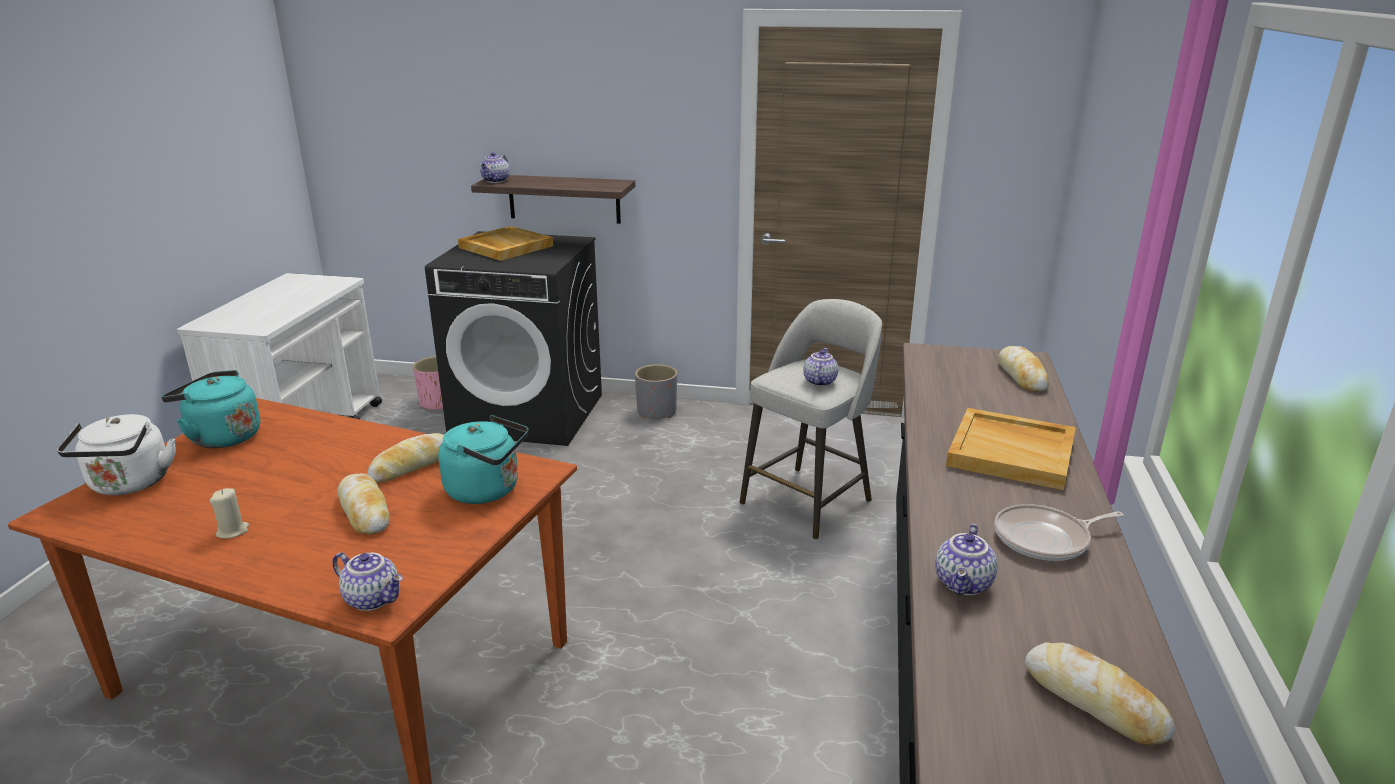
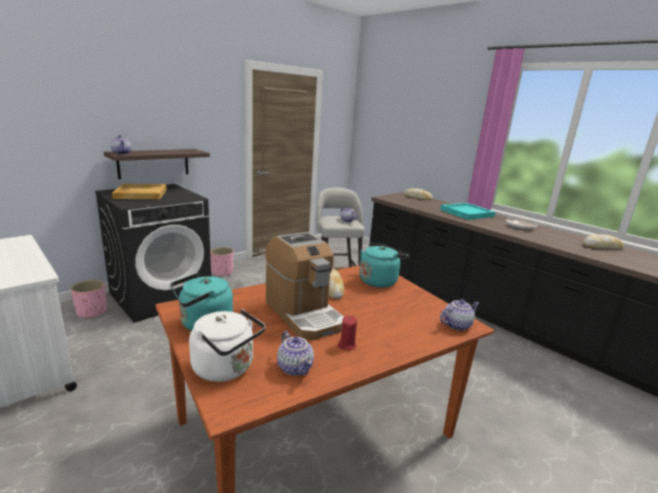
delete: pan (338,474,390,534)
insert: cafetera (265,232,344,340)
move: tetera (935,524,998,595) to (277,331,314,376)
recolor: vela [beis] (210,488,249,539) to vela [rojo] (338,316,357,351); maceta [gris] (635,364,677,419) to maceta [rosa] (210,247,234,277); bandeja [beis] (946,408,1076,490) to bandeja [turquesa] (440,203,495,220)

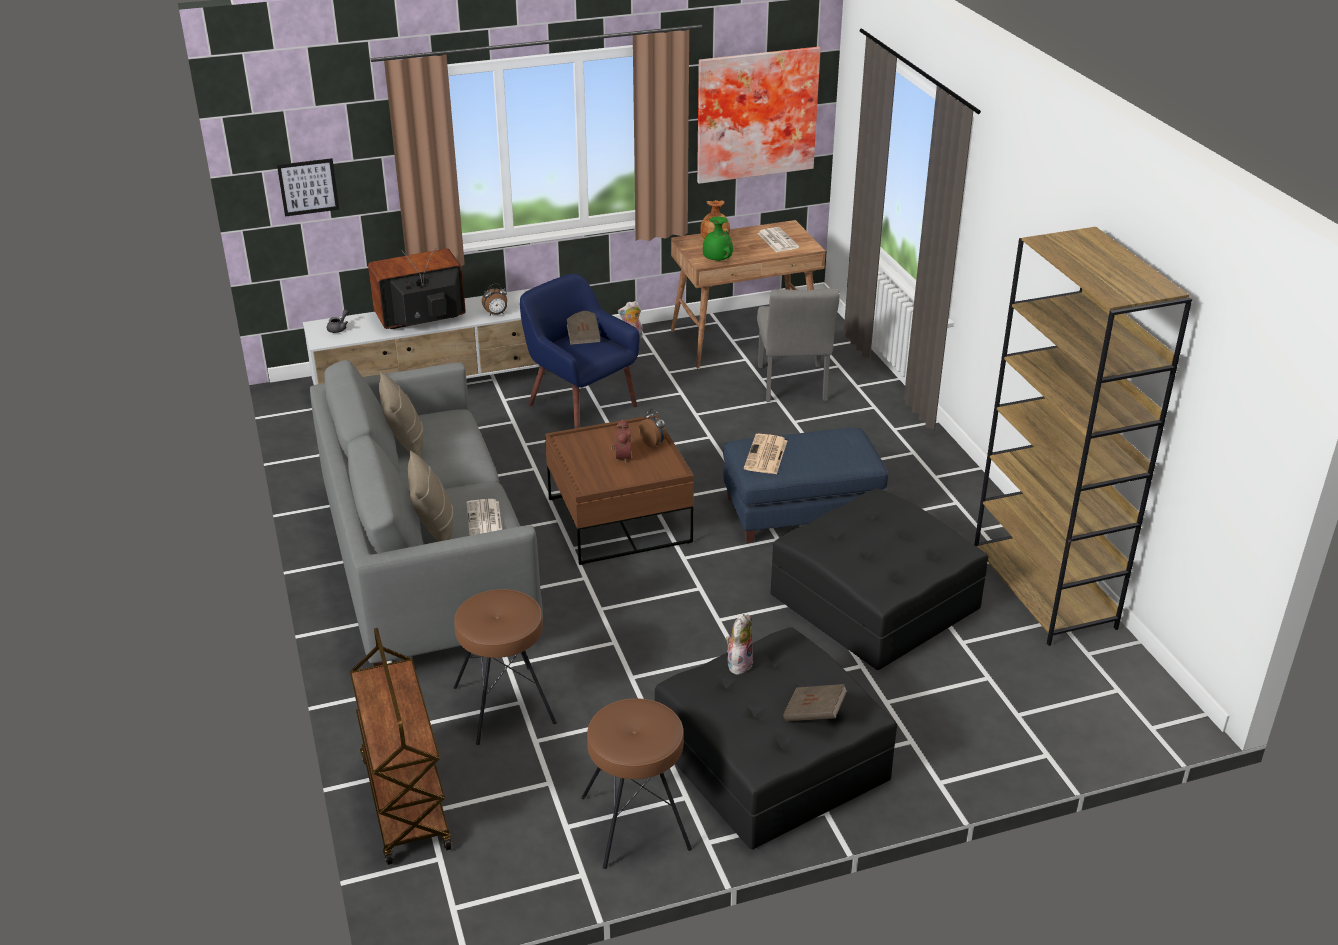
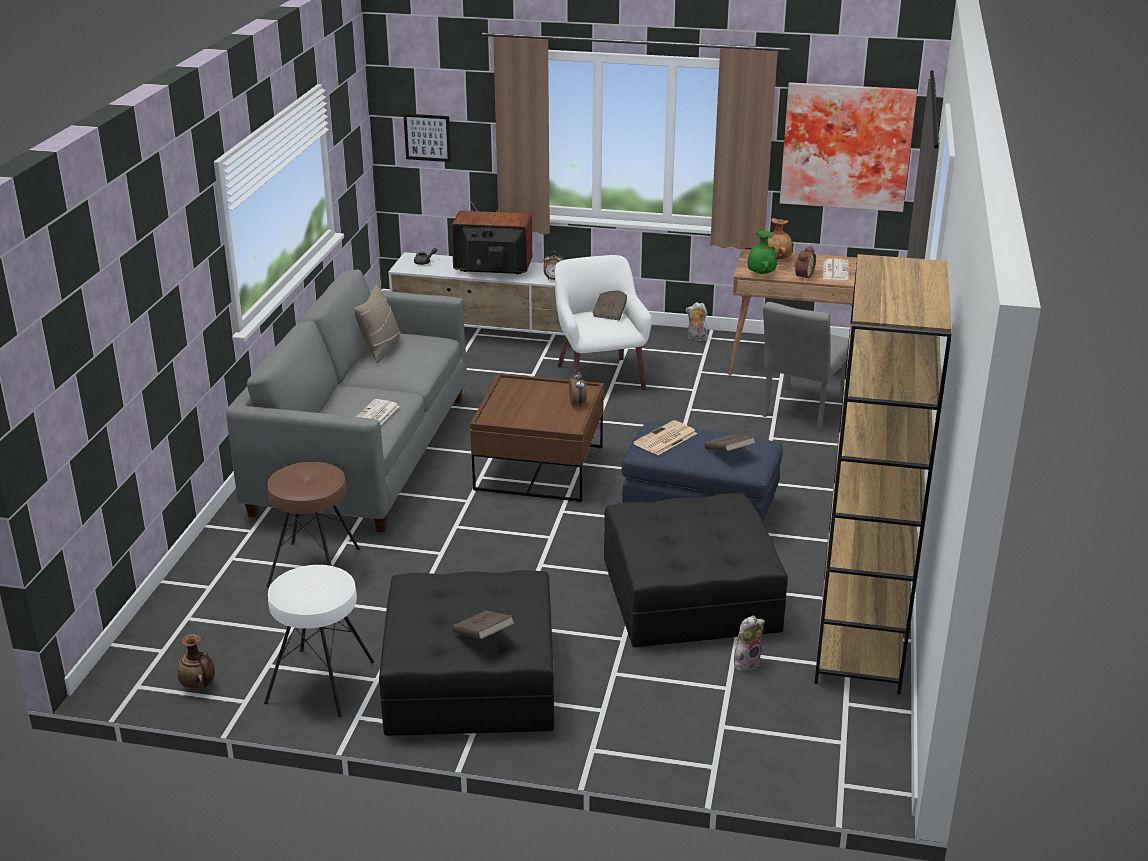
delete: carrito [marrón] (350,628,452,865); cojín [beis] (408,451,453,542)
insert: florero (178,634,215,690); libro [marrón] (704,435,756,451)
move: despertador (611,419,631,463) to (794,246,816,280); peluche (726,614,753,675) to (734,616,765,672)
recolor: sillón [azul] (520,274,640,428) to sillón [blanco] (555,255,652,390); taburete [marrón] (581,698,692,869) to taburete [blanco] (264,565,374,717)

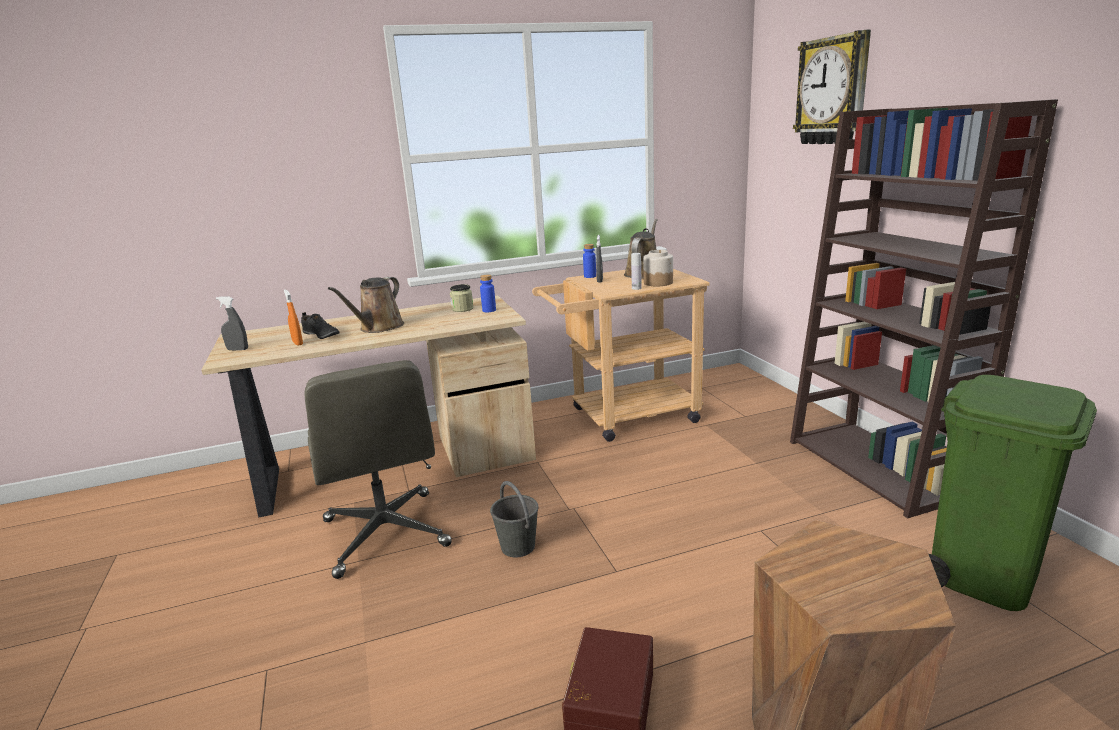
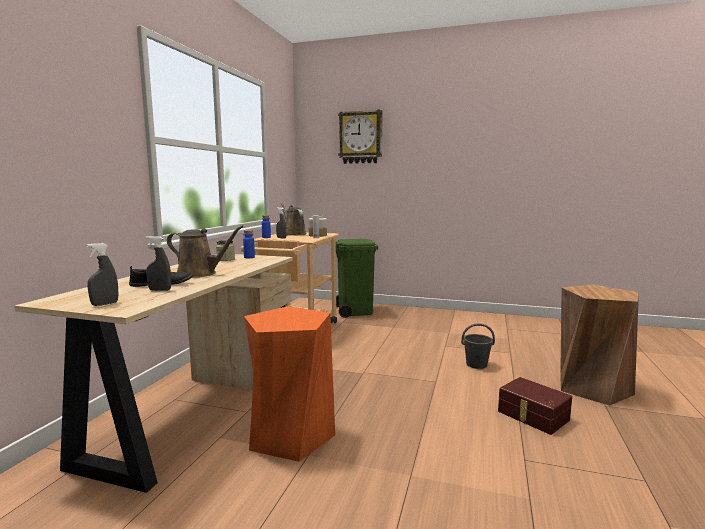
delete: estantería [marrón] (790,99,1058,518)
move: cubo [gris] (490,481,539,558) to (461,323,495,369); papelera [verde] (929,375,1097,611) to (336,239,378,318)
replace: silla de oficina [gris] (304,360,452,579) to taburete [naranja] (244,306,335,462)
recolor: pulverizador [naranja] (284,290,303,346) to pulverizador [gris] (146,236,171,291)
rotate: regadera [marrón] (328,277,404,333) = (167,226,243,278) 45 degrees counterclockwise

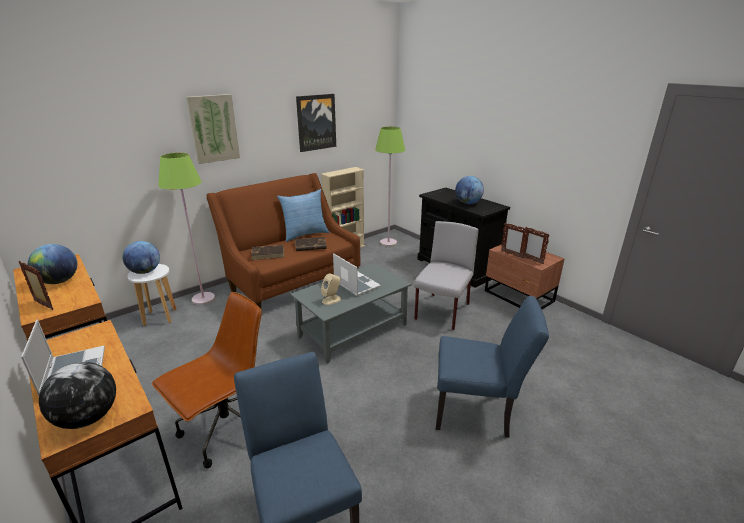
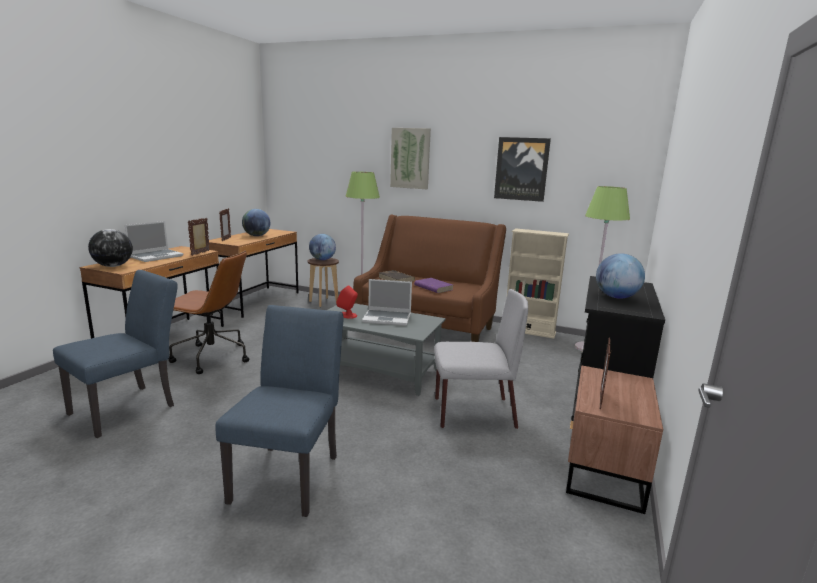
delete: cojín (277,189,329,242)
move: portarretratos (501,223,529,259) to (188,218,210,256)
recolor: taburete [blanco] (127,264,177,326) to taburete [marrón] (308,258,339,307); libro [marrón] (295,237,327,251) to libro [morado] (414,278,453,293); altavoz [beis] (321,273,341,305) to altavoz [rojo] (336,285,358,319)
rotate: portátil (333,253,381,296) = (362,279,412,326) 75 degrees clockwise; silla [azul] (436,296,549,438) = (215,305,343,517) 150 degrees counterclockwise

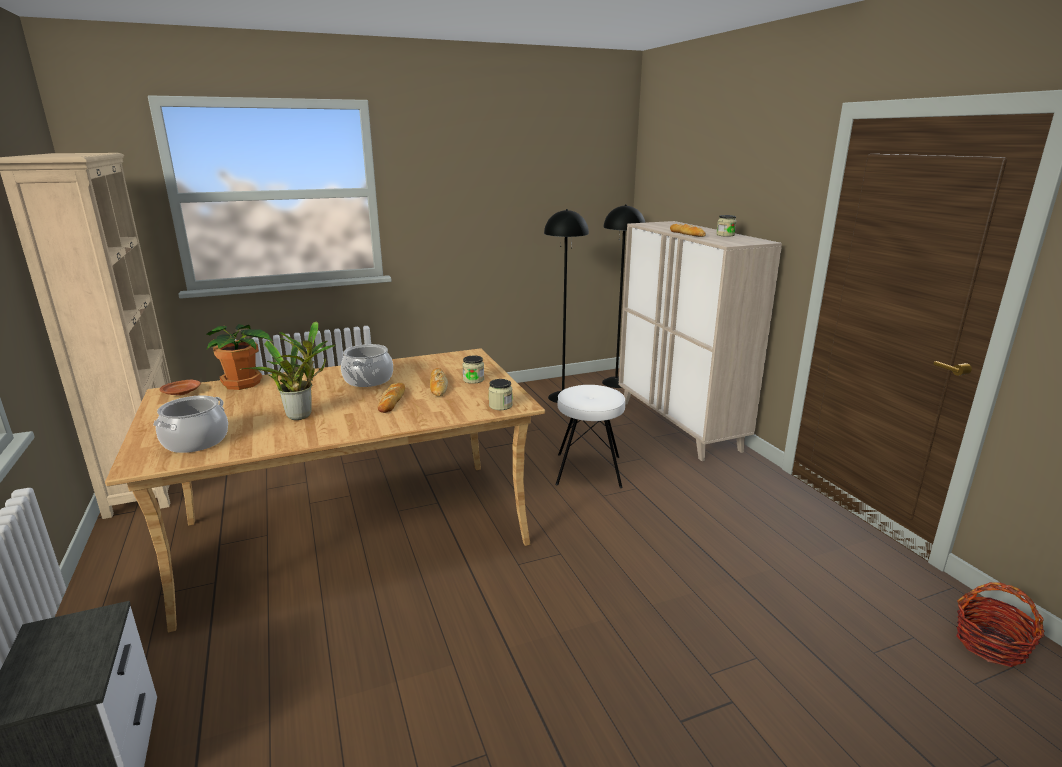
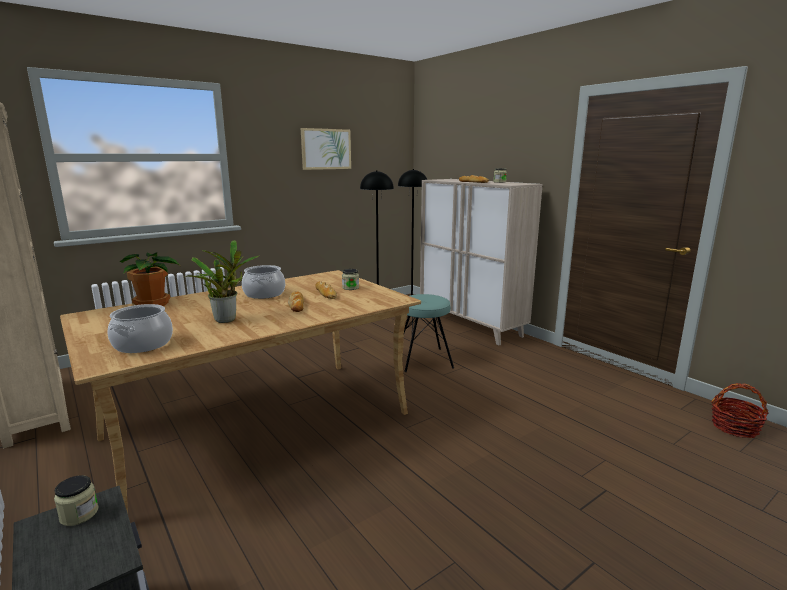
delete: plato [marrón] (160,380,201,396)
insert: cuadro (301,128,351,170)
move: tarro (488,379,513,410) to (54,475,99,526)
recolor: taburete [blanco] (555,385,625,488) to taburete [turquesa] (404,294,454,372)

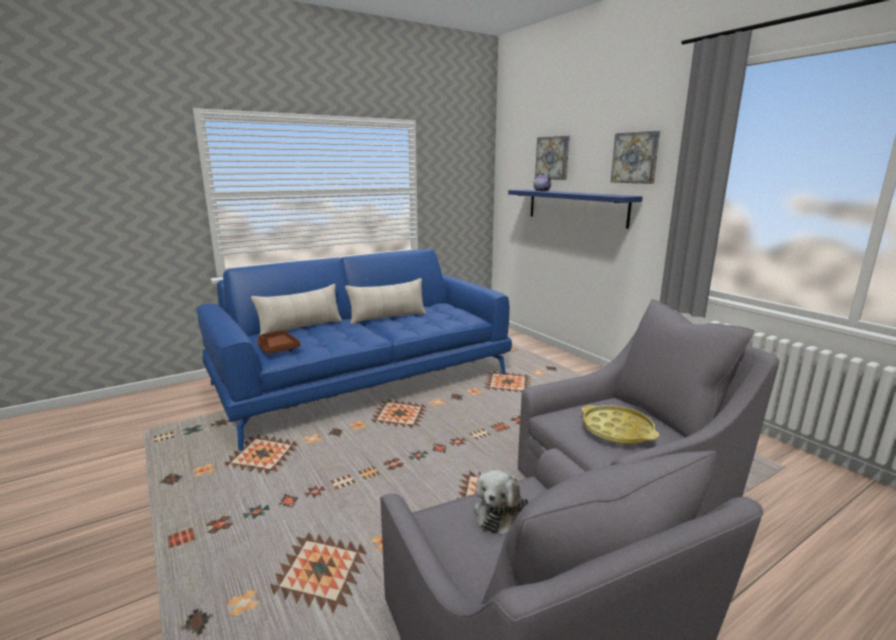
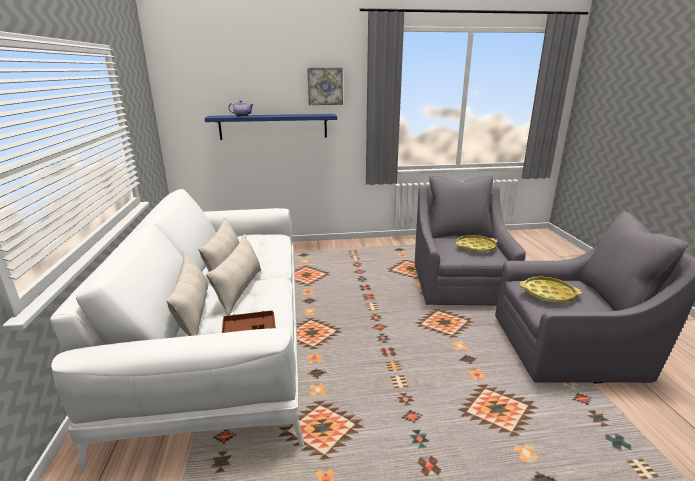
delete: cuadro (535,136,570,180)
insert: cojín [beis] (206,234,261,316)
replace: peluche (473,470,528,535) to bandeja [amarillo] (520,277,582,303)
recolor: sofá [azul] (197,249,512,450) to sofá [blanco] (50,189,304,472)

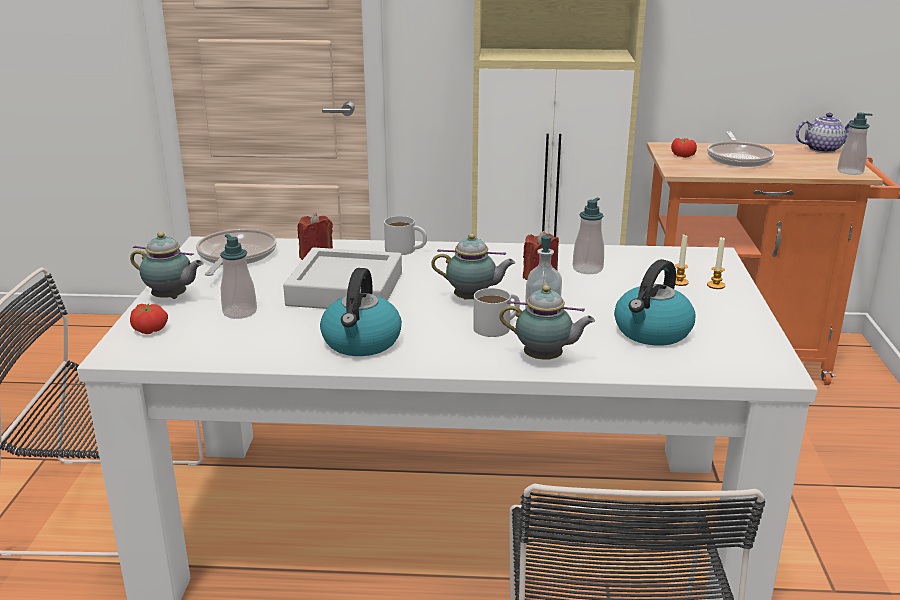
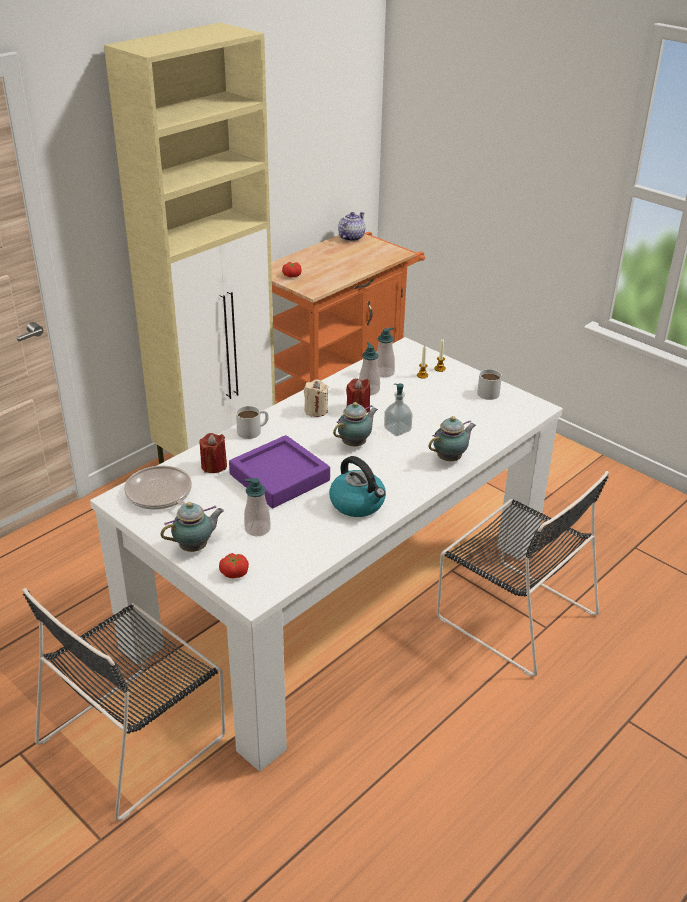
delete: hervidor (614,259,695,346); sartén (707,131,775,167)
insert: vela [beis] (304,379,329,417)
move: taza grande [blanco] (473,288,520,337) to (477,369,502,400); dispensador de jabón (837,112,873,175) to (376,327,395,378)
recolor: bandeja [gris] (283,248,402,309) to bandeja [morado] (229,435,330,508)

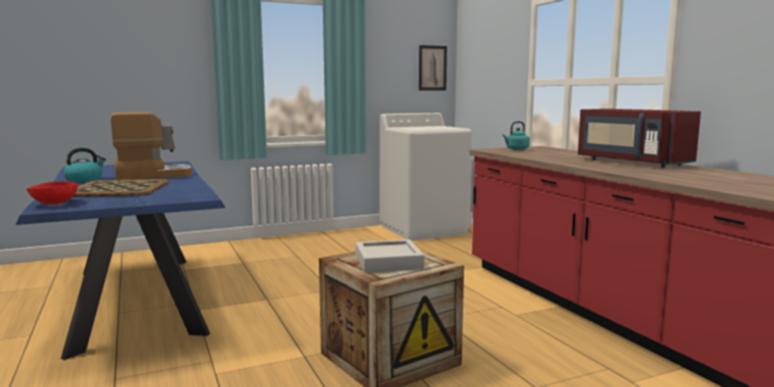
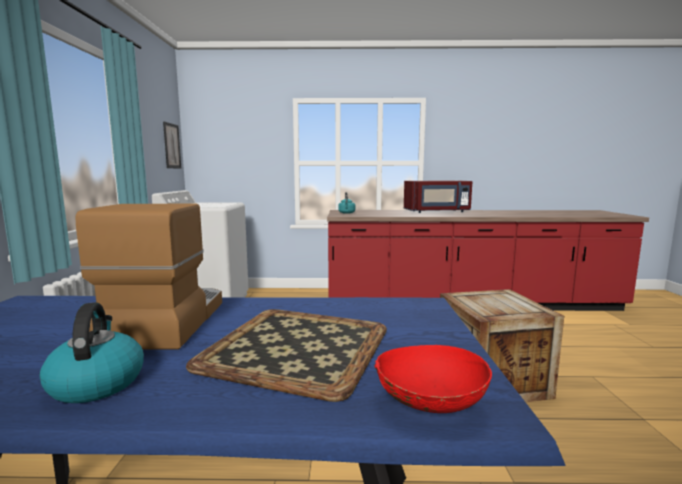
delete: bandeja [gris] (356,239,425,273)

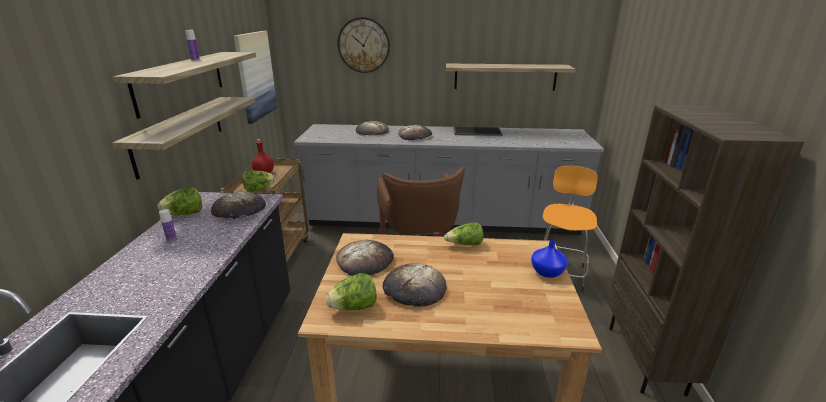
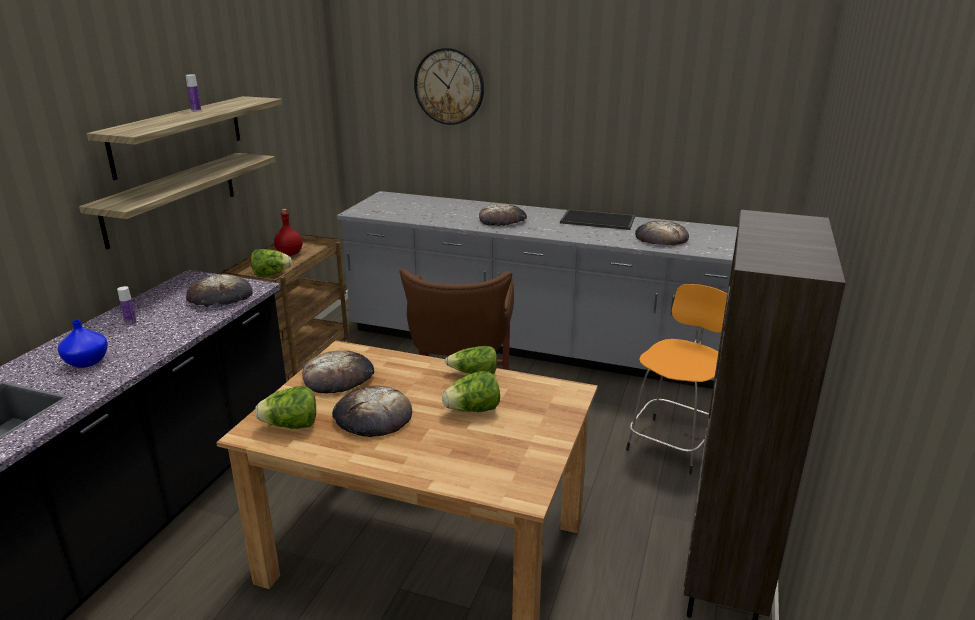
delete: cuadro (234,31,277,124); estante (446,63,575,90)
move: lechuga (158,187,202,215) to (442,371,500,412); pan (356,121,389,135) to (635,221,689,246); florero [azul] (531,240,568,278) to (58,320,108,368)

